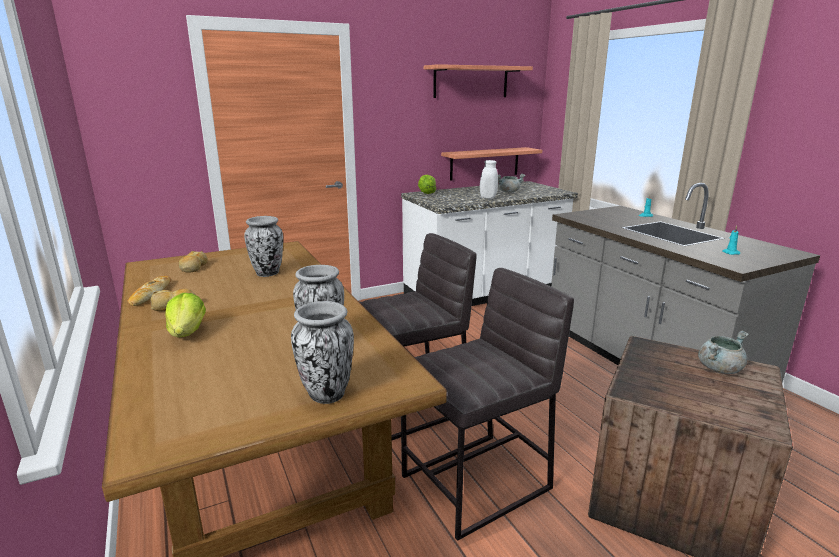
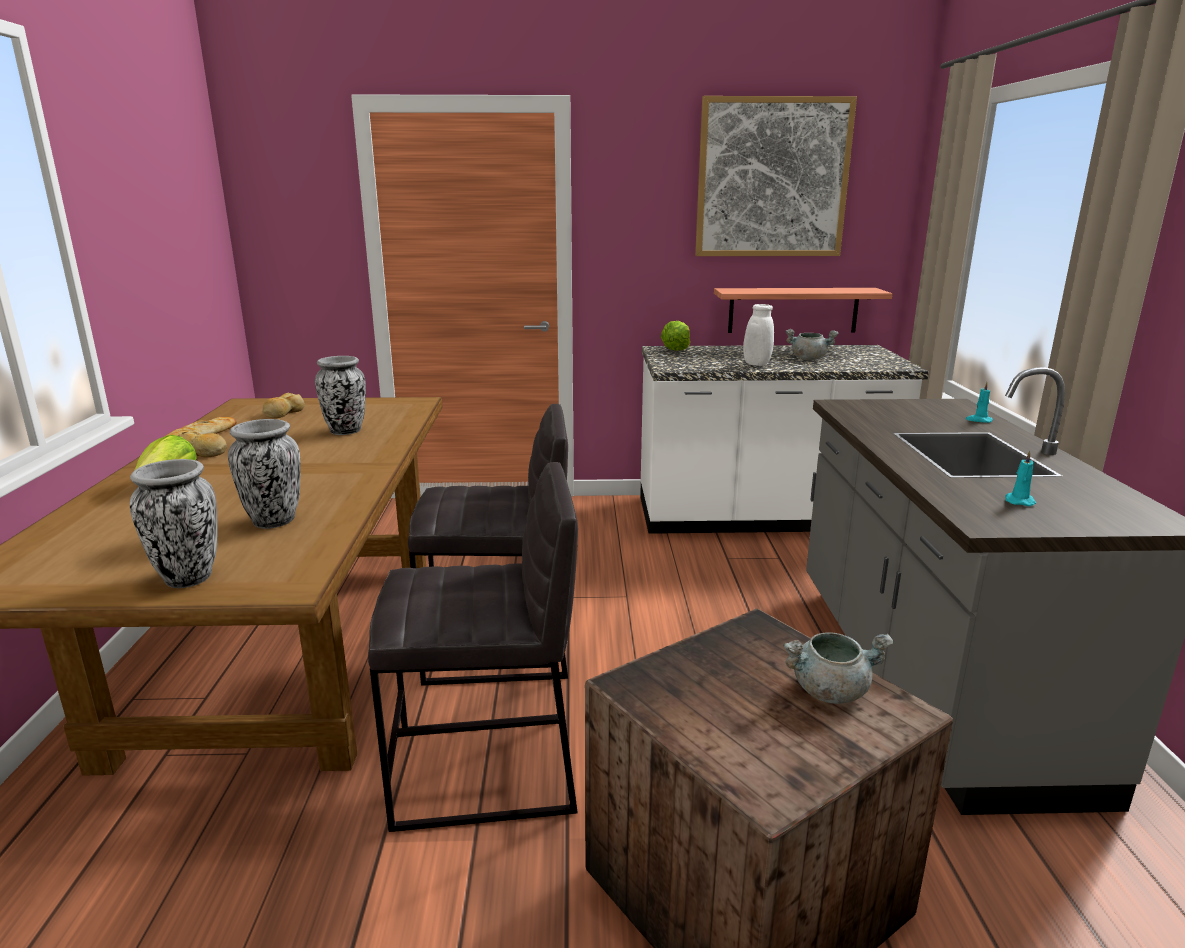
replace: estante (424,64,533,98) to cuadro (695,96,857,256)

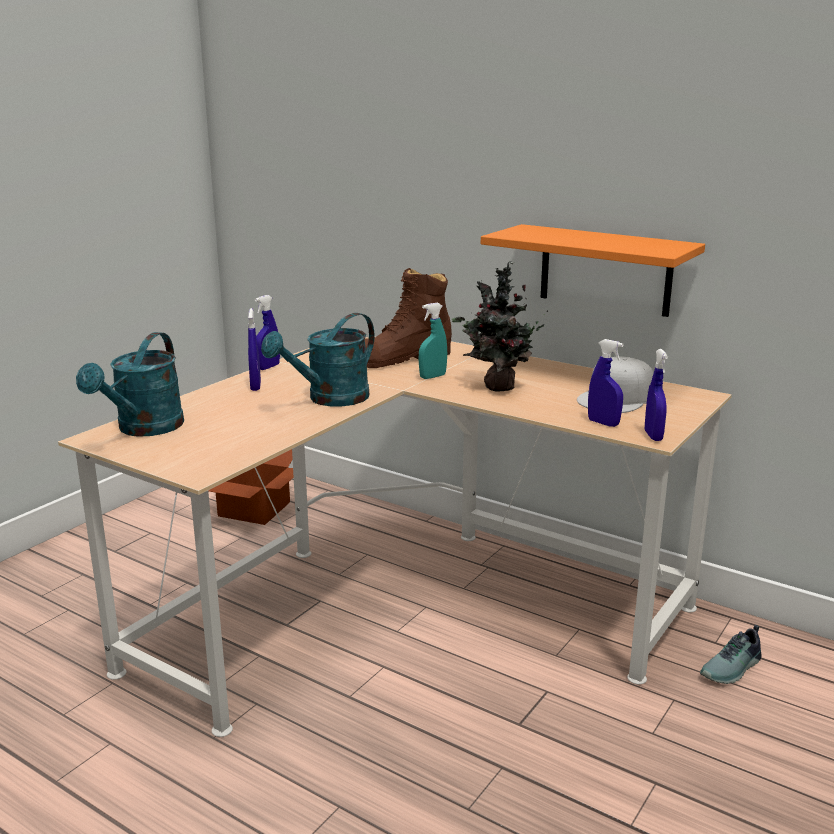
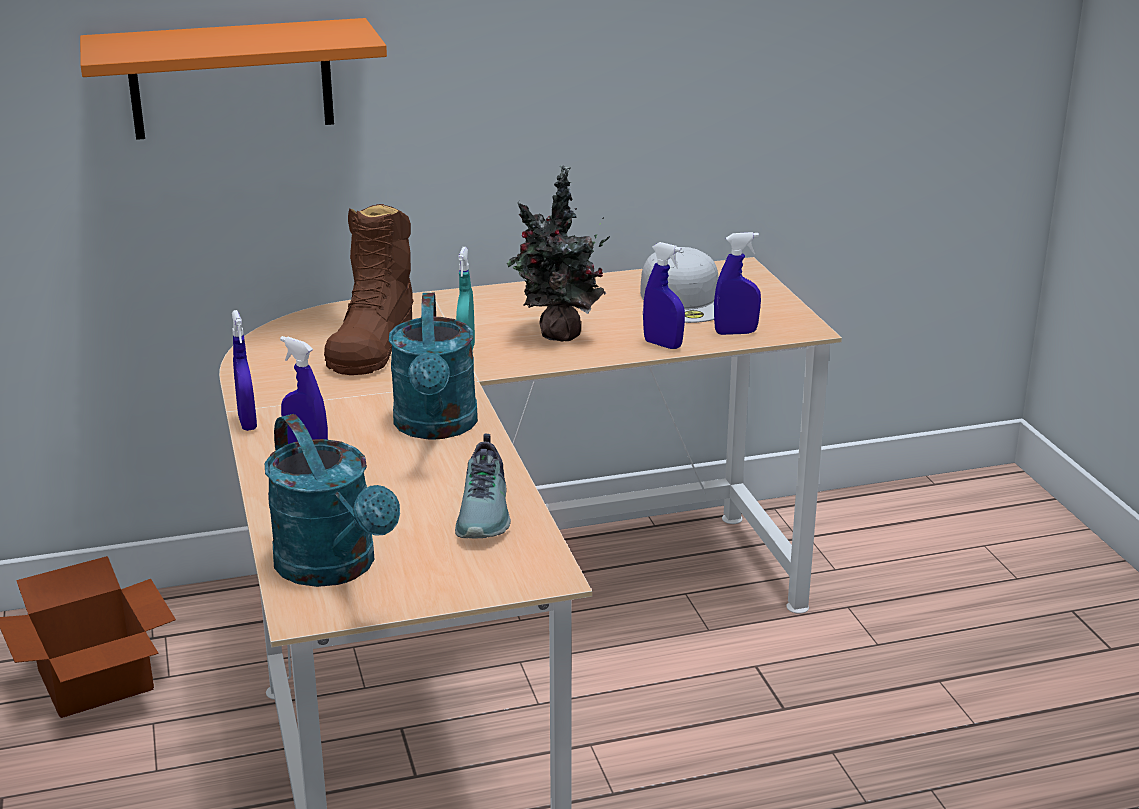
move: estante [naranja] (481,224,705,317) to (80,18,387,140); pulverizador [azul] (645,349,668,441) to (643,242,685,349); zapato (700,625,761,684) to (455,434,511,539)

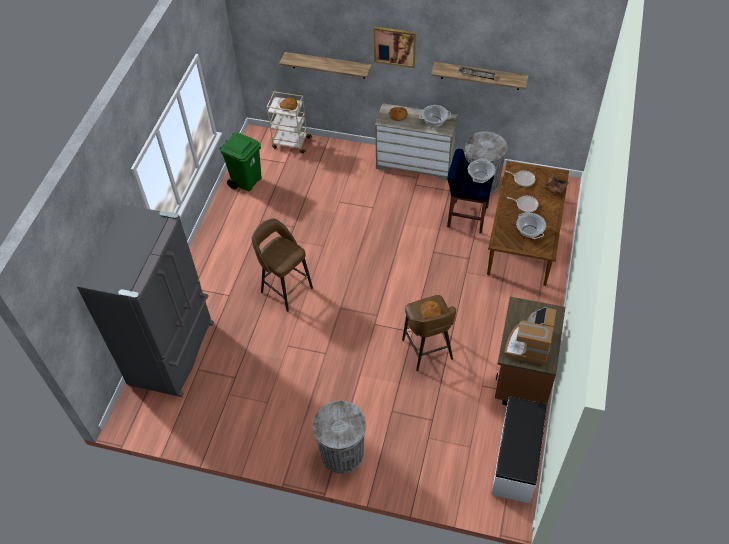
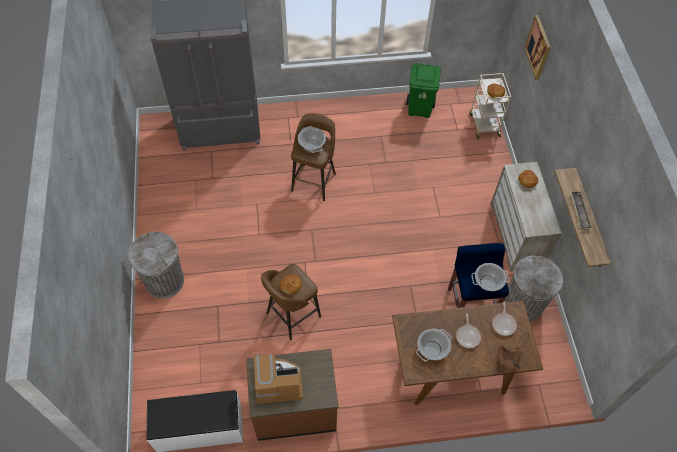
delete: estante (279,52,372,79)
move: cuadro (374,26,416,68) to (524,15,551,80); olla (420,105,451,127) to (298,126,326,153)

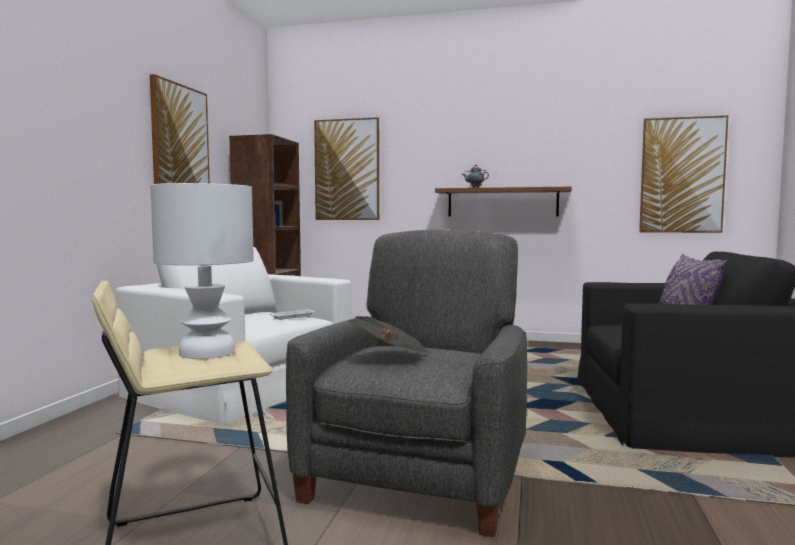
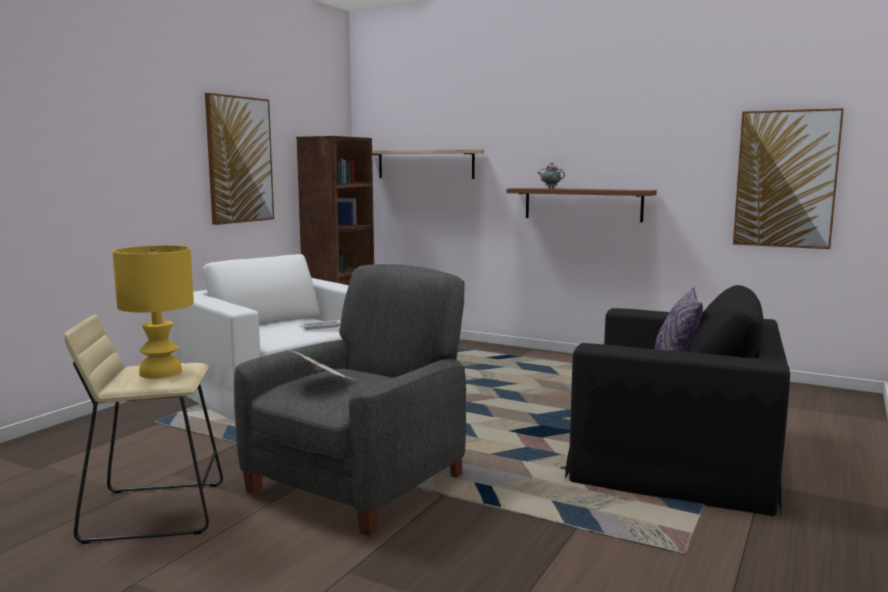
replace: cuadro (314,117,379,220) to estante (372,149,484,179)
recolor: lámpara de mesa [blanco] (151,183,254,359) to lámpara de mesa [amarillo] (112,245,194,379)

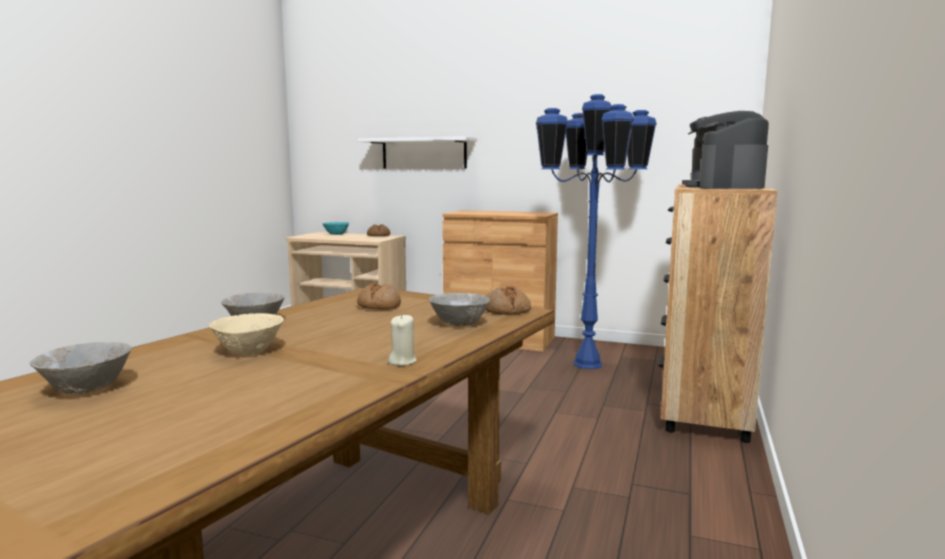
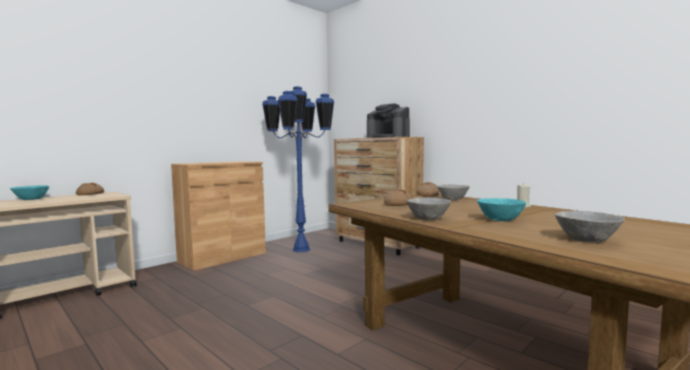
delete: estante [blanco] (358,136,477,169)
recolor: cuenco [beis] (209,313,284,356) to cuenco [turquesa] (477,198,527,221)

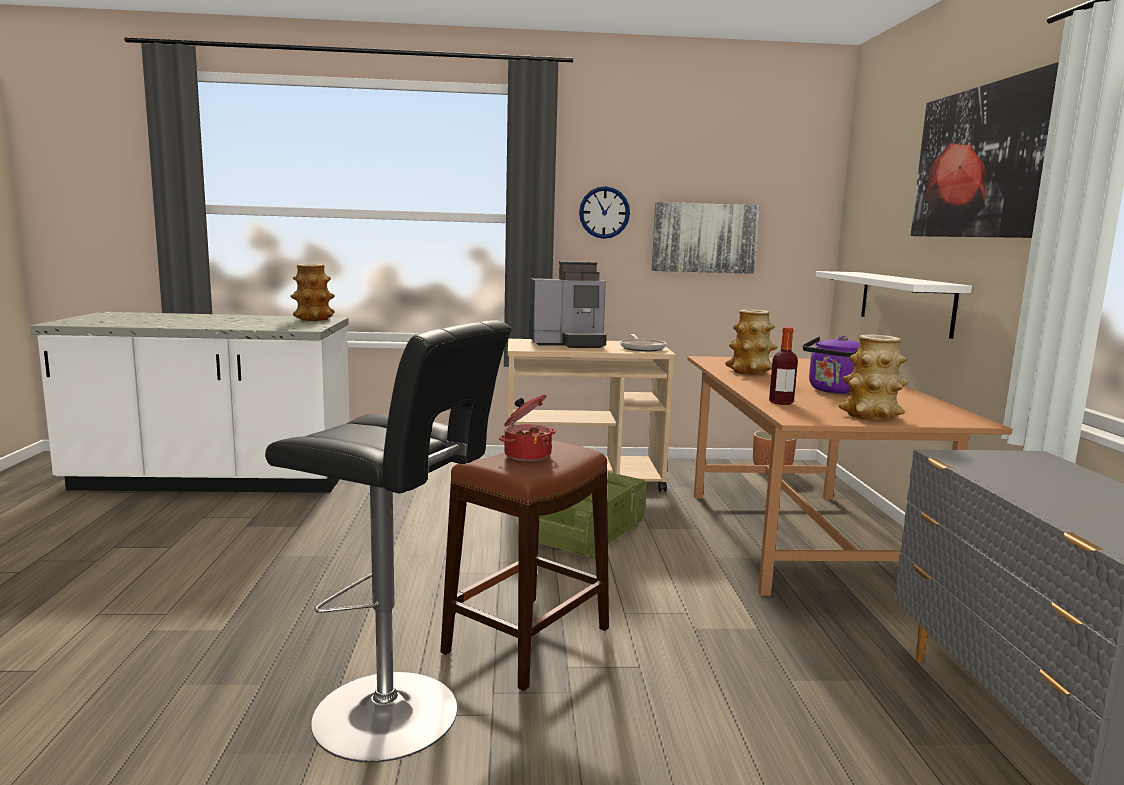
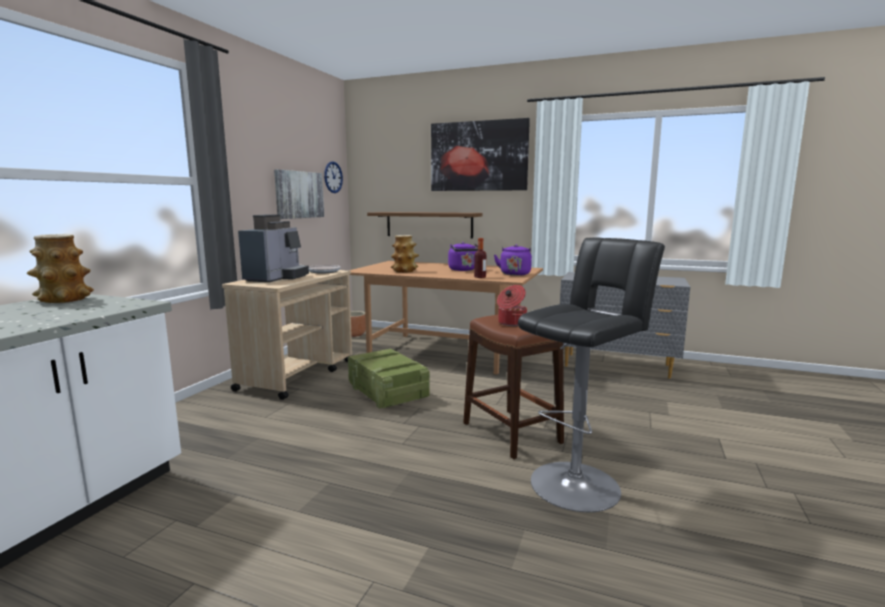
move: reloj de pared (579,186,630,239) to (324,161,343,193)
replace: florero (839,334,909,421) to hervidor [morado] (494,244,532,276)
recolor: estante [blanco] (815,271,972,339) to estante [marrón] (367,212,483,239)

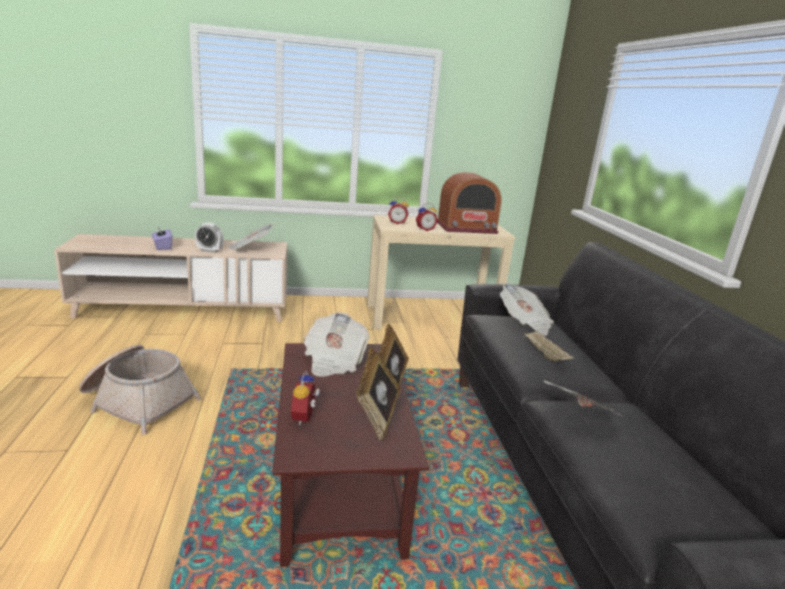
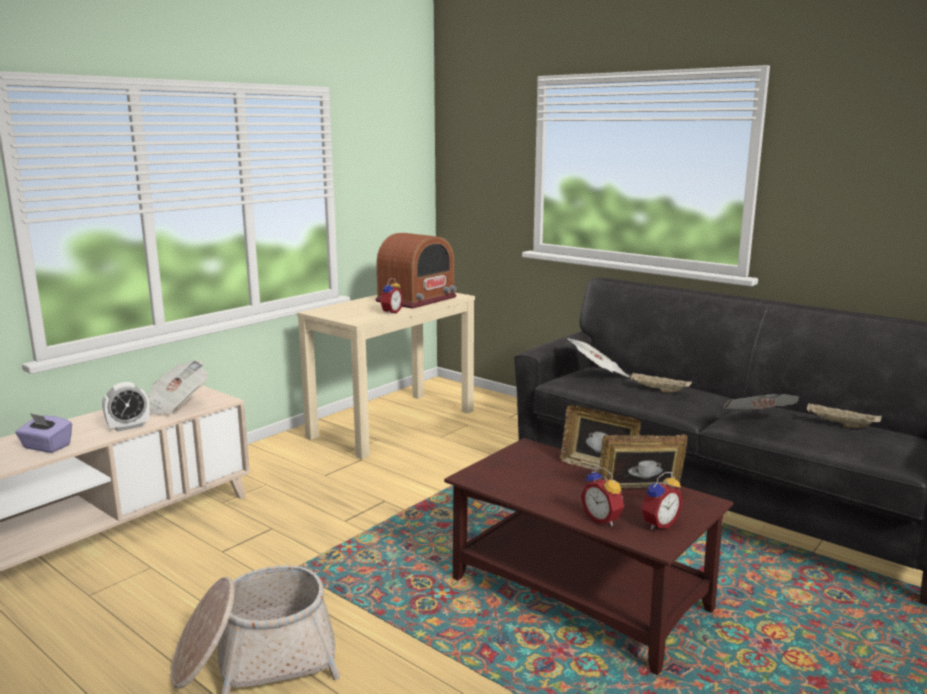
delete: periódico (303,312,370,377)
insert: bandeja [beis] (807,403,882,428)
move: despertador (388,197,409,224) to (641,472,683,530)
rotate: portarretratos (356,347,401,441) = (597,435,687,489) 150 degrees clockwise

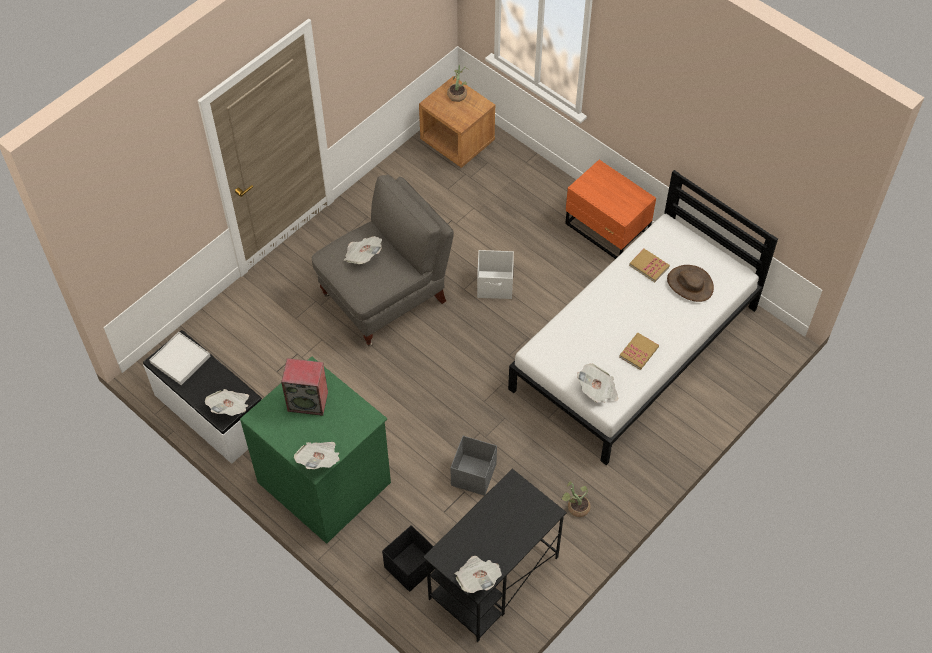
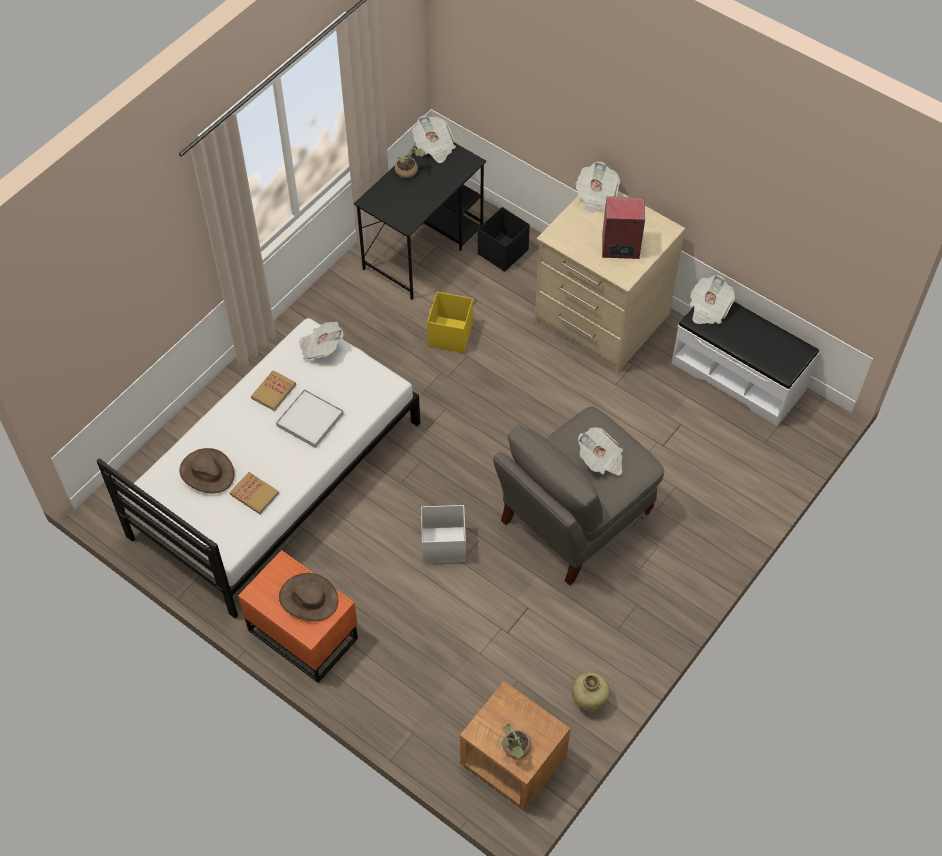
insert: sombrero [marrón] (279,573,338,621); florero [beis] (572,673,610,711)
move: bandeja [blanco] (149,332,210,385) to (276,389,344,448); planta en maceta (561,481,591,517) to (395,142,425,178)
recolor: cómoda [verde] (240,356,391,544) to cómoda [beis] (535,191,685,373); caja de almacenaje [gris] (451,436,497,496) to caja de almacenaje [amarillo] (427,292,473,353)

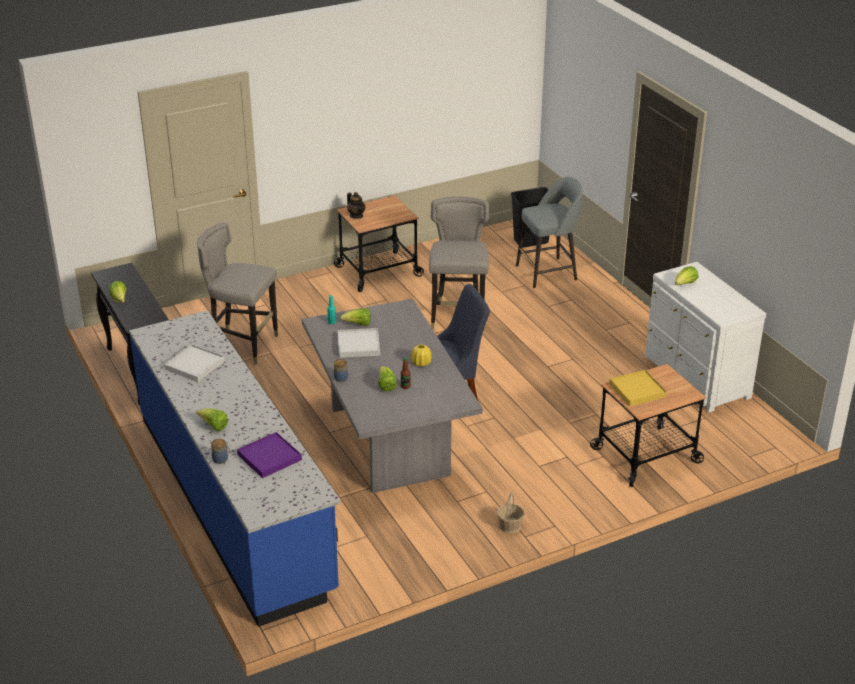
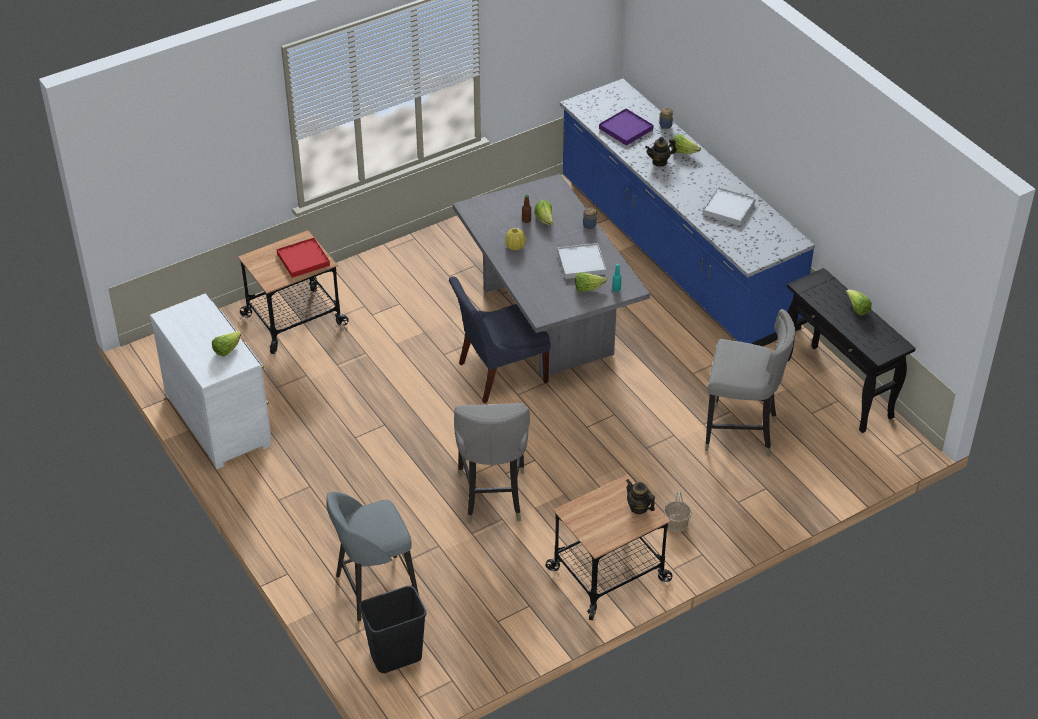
insert: tetera (645,137,677,167)
move: cesta (497,492,524,534) to (664,491,692,532)
recolor: bandeja [amarillo] (609,370,667,406) to bandeja [rojo] (277,238,330,278)

